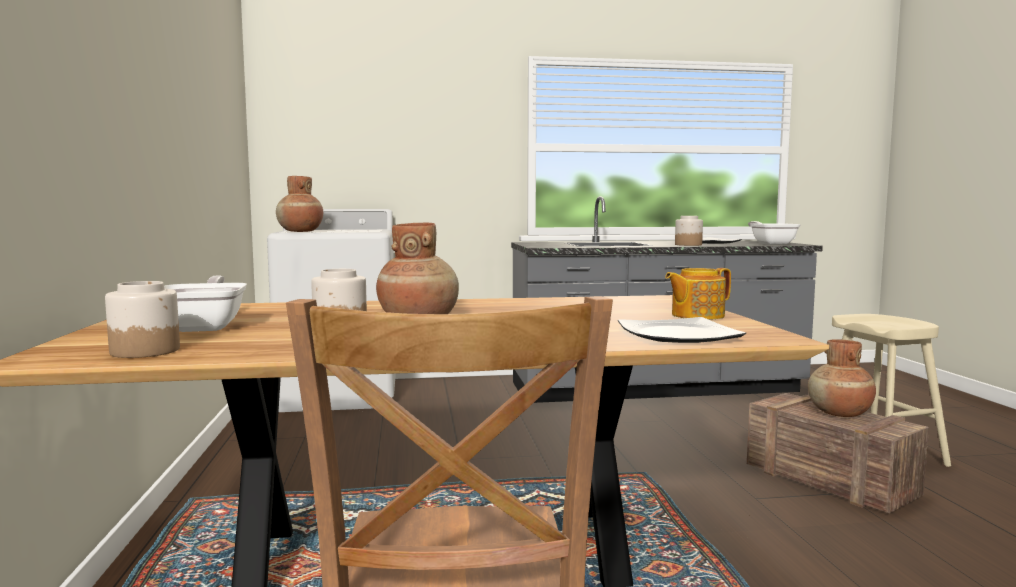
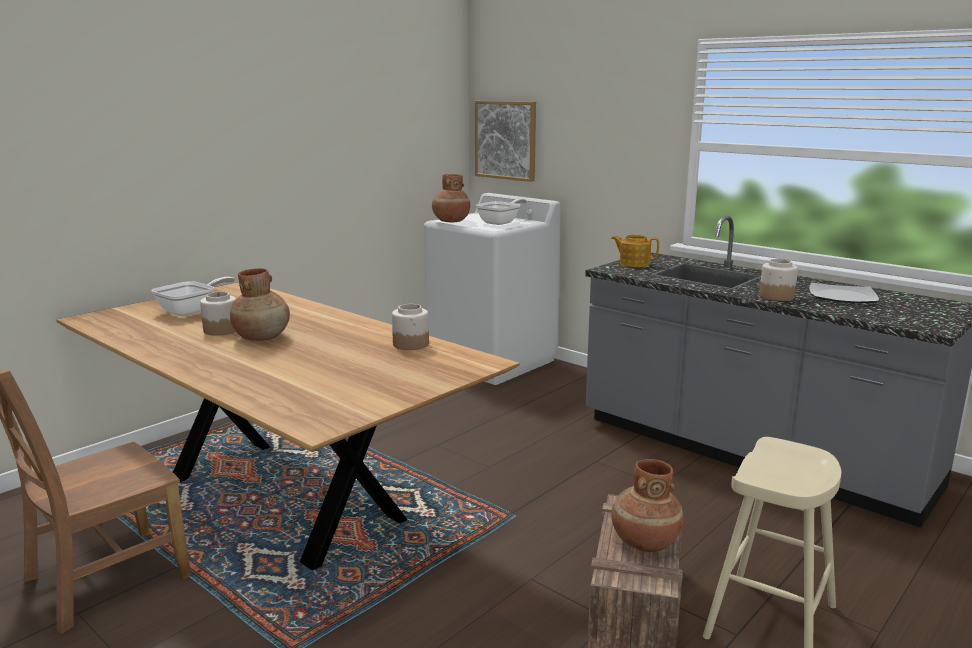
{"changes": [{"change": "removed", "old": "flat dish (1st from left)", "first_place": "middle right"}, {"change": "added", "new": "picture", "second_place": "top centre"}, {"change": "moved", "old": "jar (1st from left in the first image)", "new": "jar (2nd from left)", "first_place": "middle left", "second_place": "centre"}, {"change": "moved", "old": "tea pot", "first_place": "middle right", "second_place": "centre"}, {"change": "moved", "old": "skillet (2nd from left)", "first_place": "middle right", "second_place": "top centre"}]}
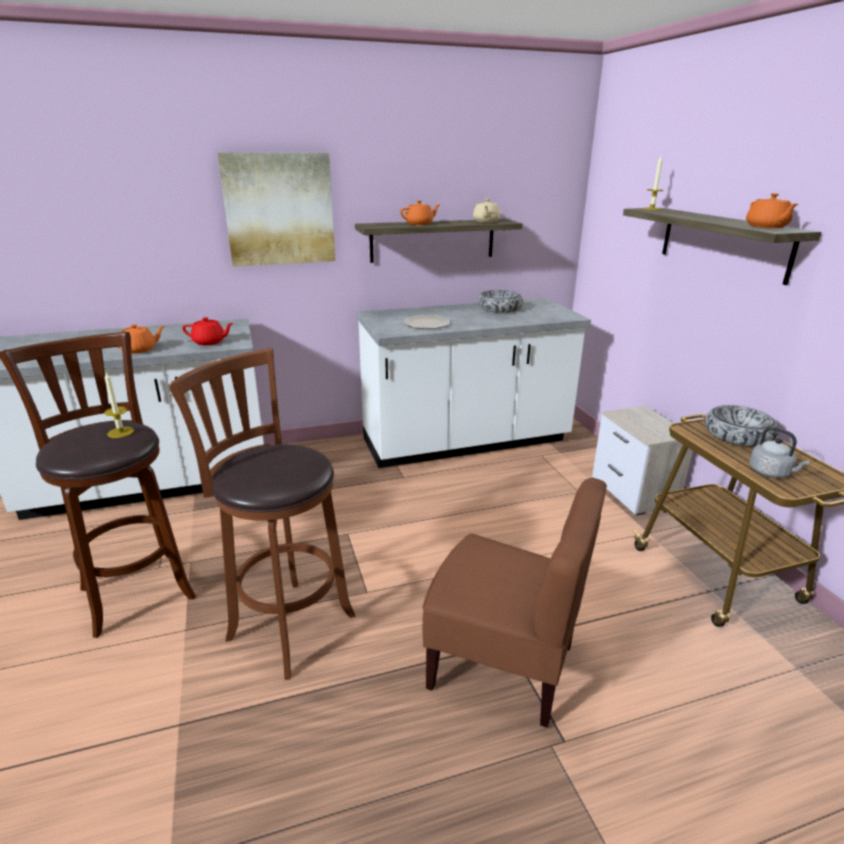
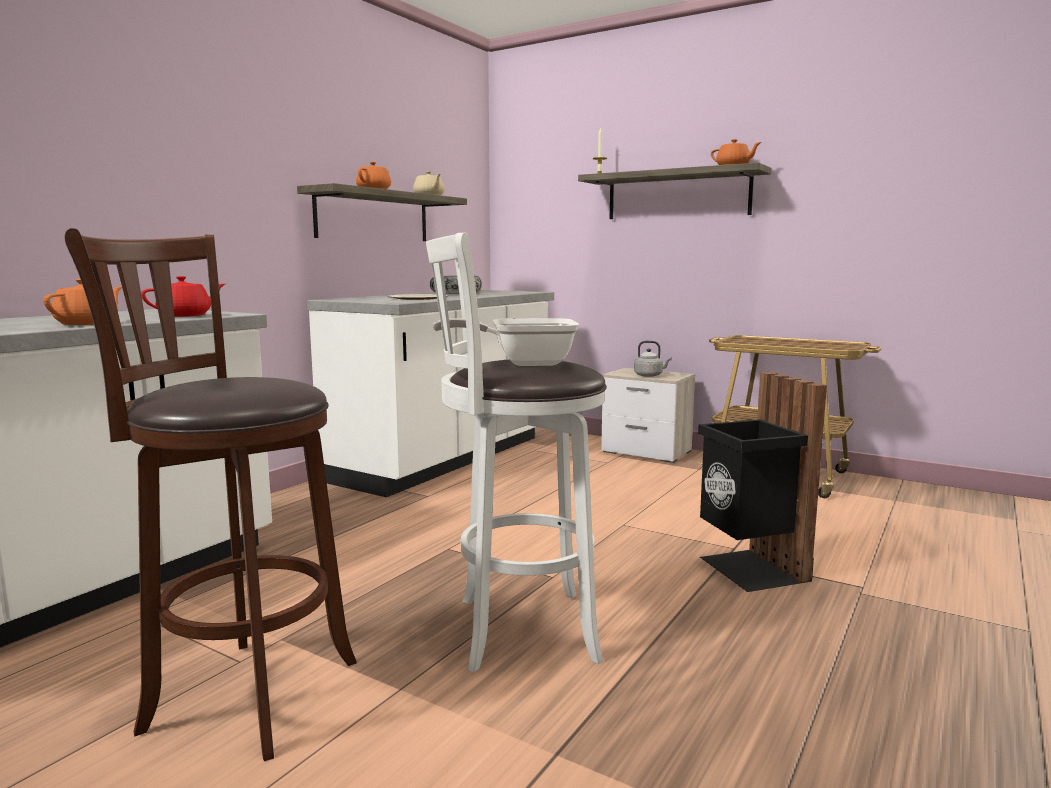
{"changes": [{"change": "removed", "old": "wax light (1st from left)", "first_place": "middle left"}, {"change": "removed", "old": "picture", "first_place": "top left"}, {"change": "removed", "old": "bowl (2nd from left)", "first_place": "middle right"}, {"change": "added", "new": "skillet", "second_place": "centre"}, {"change": "moved", "old": "tea kettle in gray", "first_place": "middle right", "second_place": "centre"}, {"change": "replaced", "old": "plain chair in brown", "new": "waste bin in blackish", "first_place": "bottom centre", "second_place": "middle right"}, {"change": "recoloured", "old": "sitting stool in brown (2nd from left)", "new": "sitting stool in whitish", "first_place": "middle left", "second_place": "centre"}]}
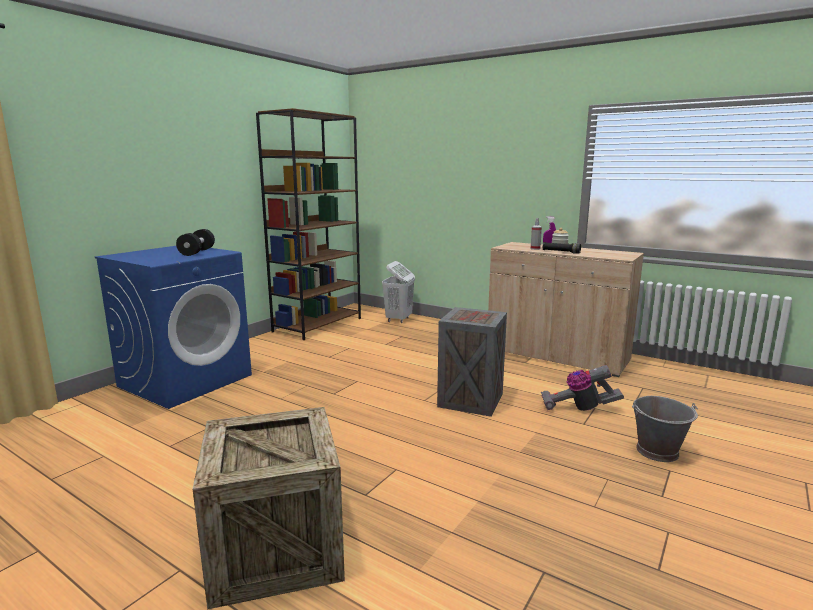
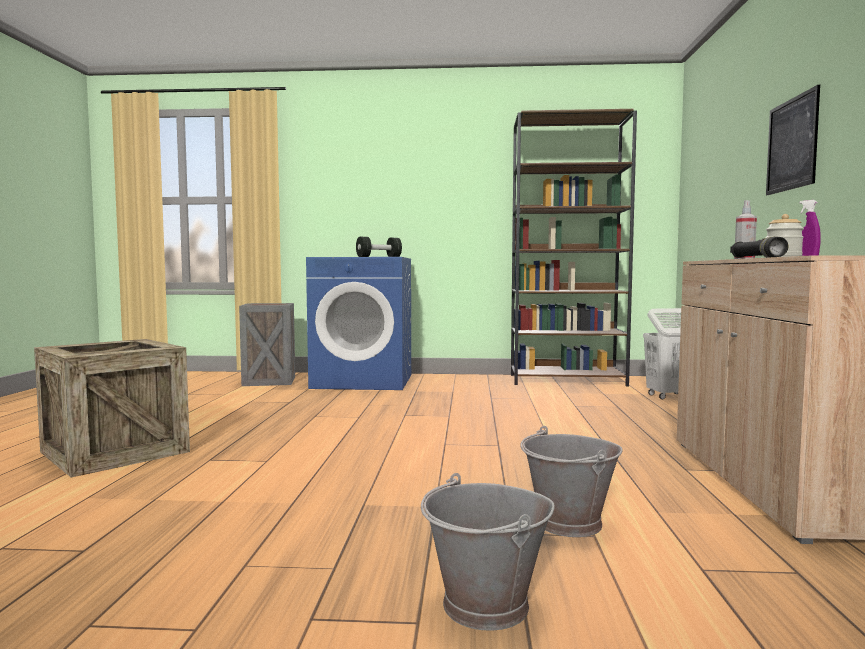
{"changes": [{"change": "added", "new": "picture", "second_place": "top right"}, {"change": "moved", "old": "shipping crate (2nd from left)", "first_place": "centre", "second_place": "middle left"}, {"change": "replaced", "old": "vacuum cleaner", "new": "pail in gray (2nd from left)", "first_place": "middle right", "second_place": "bottom centre"}]}
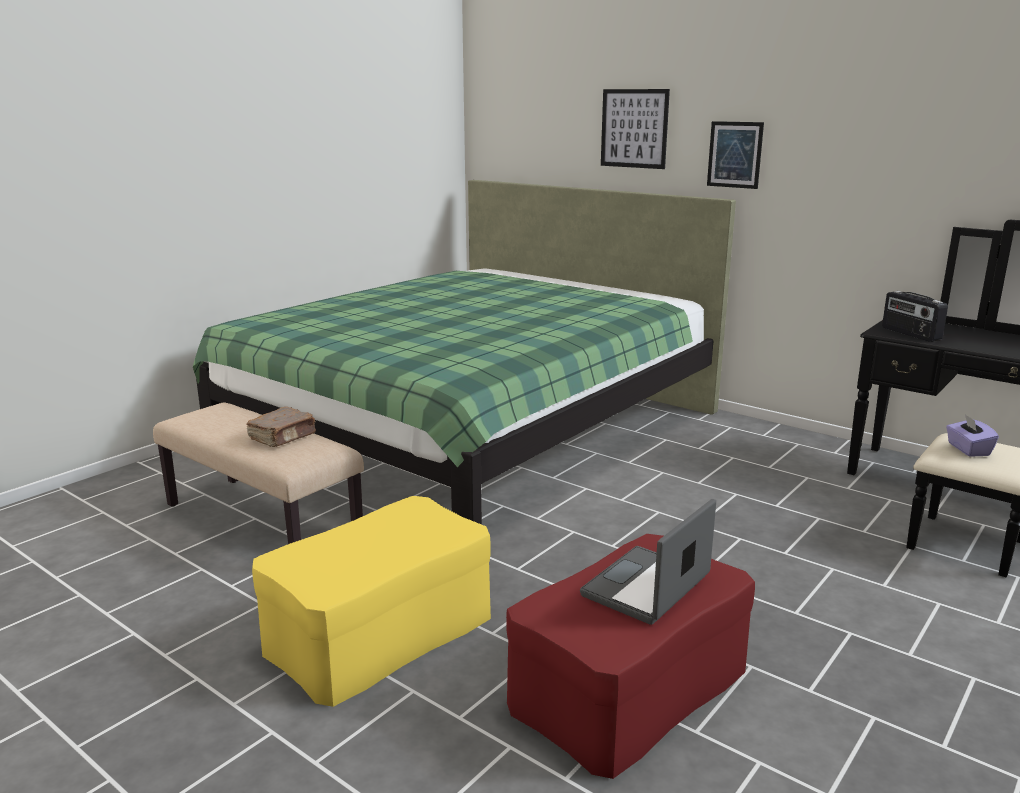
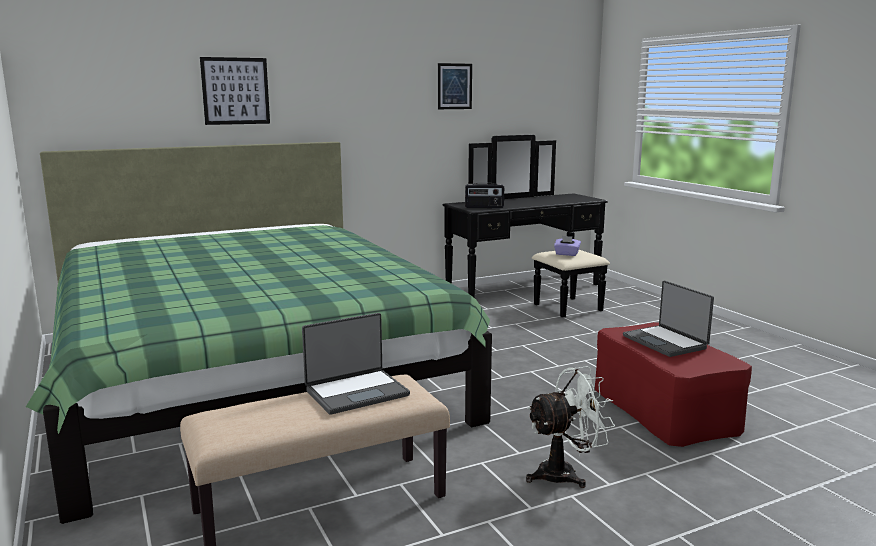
{"changes": [{"change": "moved", "old": "picture (2nd from left)", "first_place": "top right", "second_place": "top centre"}, {"change": "replaced", "old": "book in brown", "new": "portable computer (1st from left)", "first_place": "middle left", "second_place": "bottom centre"}, {"change": "replaced", "old": "pouffe in yellow", "new": "electric fan in whitish", "first_place": "bottom centre", "second_place": "bottom centre"}]}
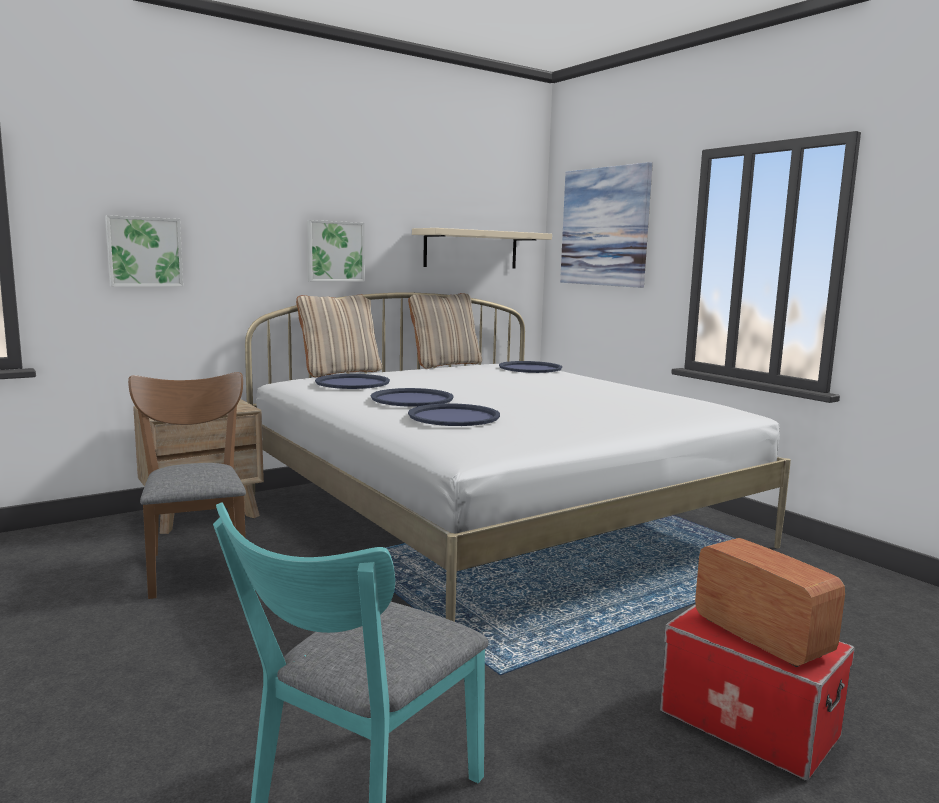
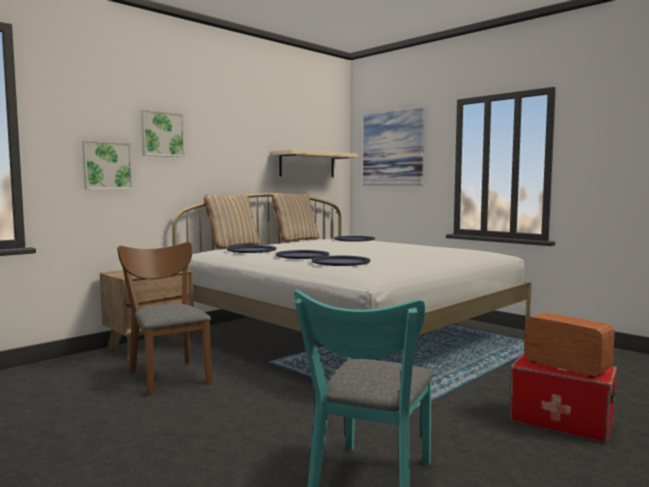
{"changes": [{"change": "moved", "old": "picture (2nd from left)", "first_place": "top centre", "second_place": "top left"}]}
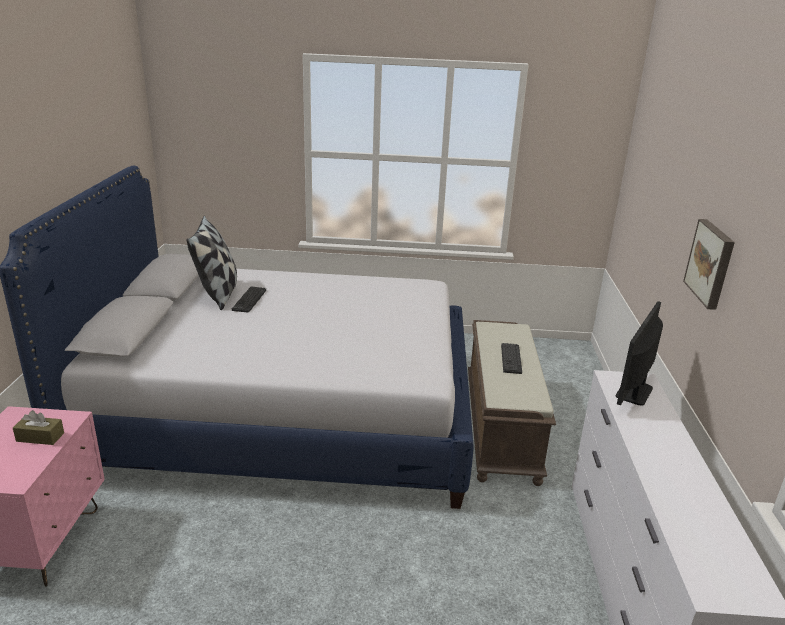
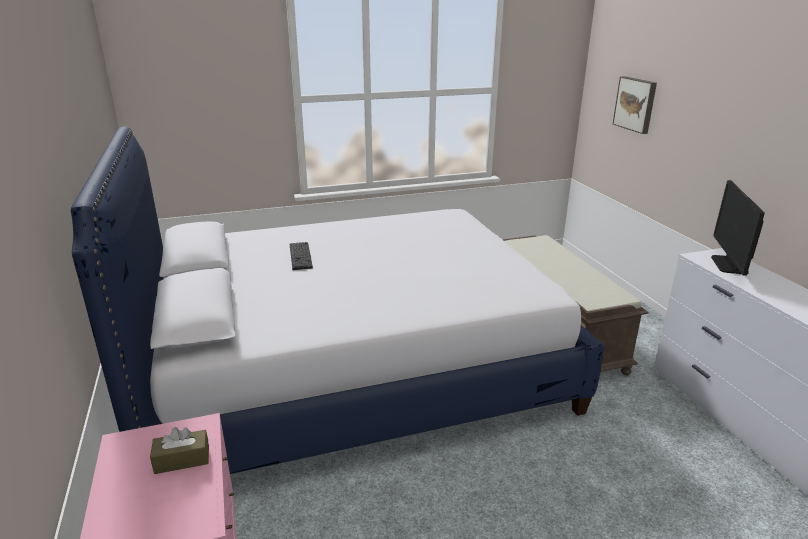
{"changes": [{"change": "removed", "old": "pillow", "first_place": "middle left"}, {"change": "removed", "old": "computer keyboard (2nd from left)", "first_place": "centre"}, {"change": "moved", "old": "picture", "first_place": "middle right", "second_place": "top right"}]}
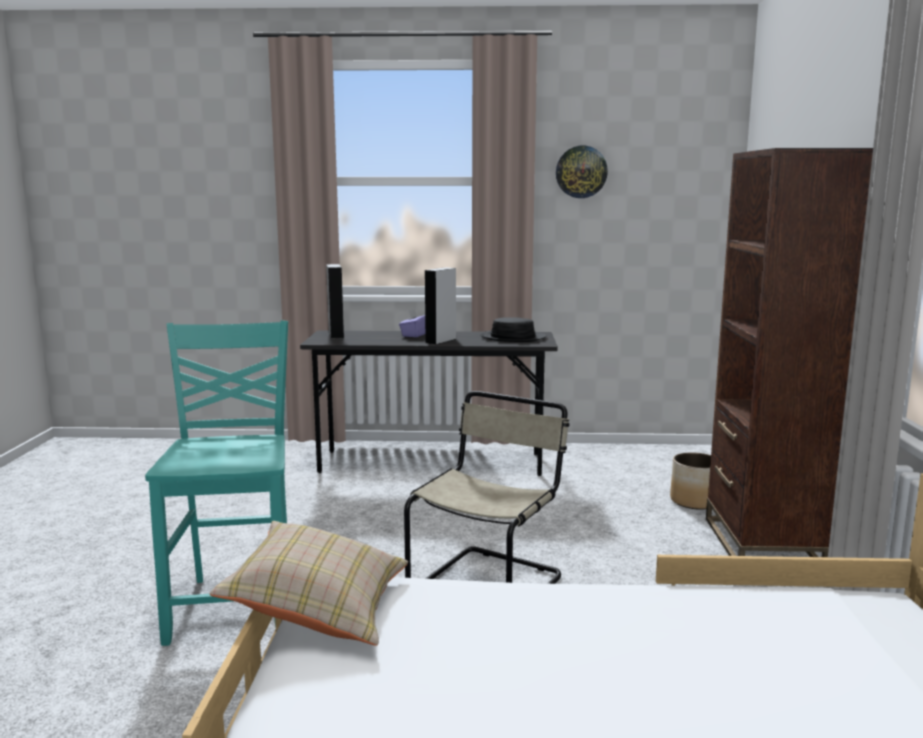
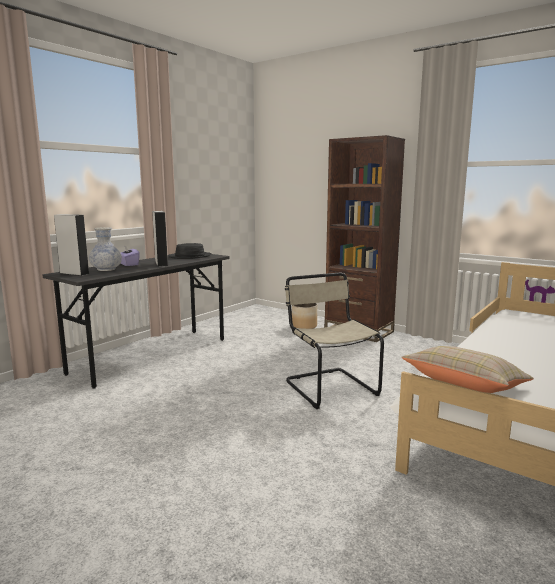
{"changes": [{"change": "removed", "old": "plain chair in blue-green", "first_place": "middle left"}, {"change": "removed", "old": "wall clock", "first_place": "top centre"}, {"change": "added", "new": "flower vase", "second_place": "middle left"}]}
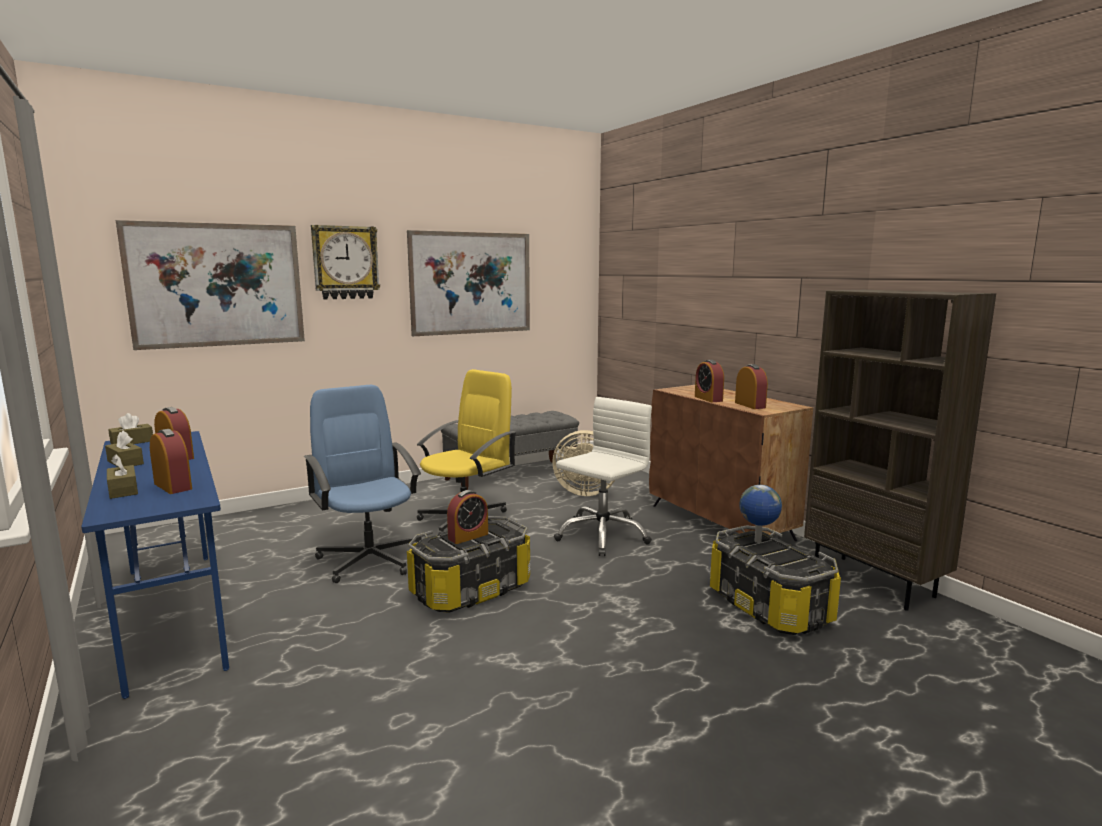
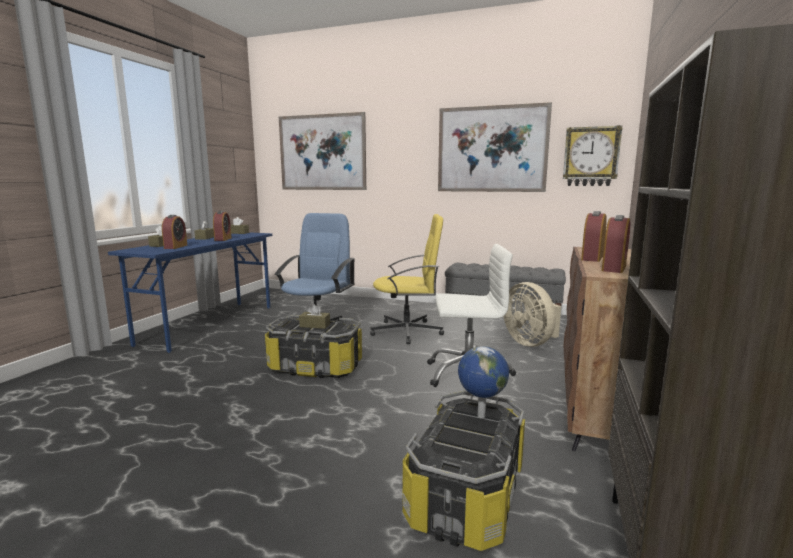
{"changes": [{"change": "moved", "old": "wall clock", "first_place": "top left", "second_place": "top right"}, {"change": "replaced", "old": "alarm clock (3rd from left)", "new": "box of tissues in brown (4th from left)", "first_place": "centre", "second_place": "centre"}]}
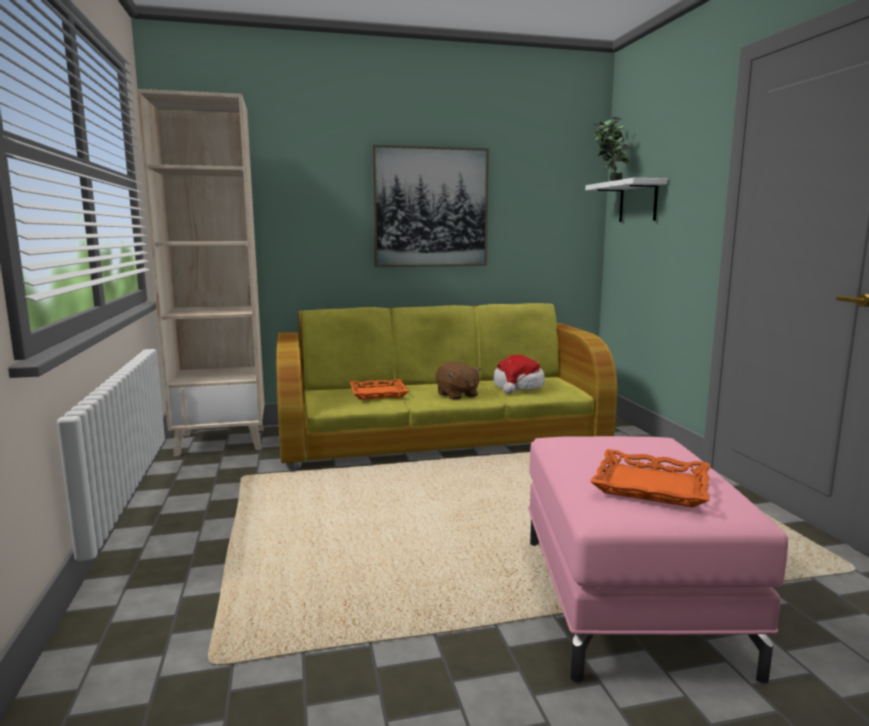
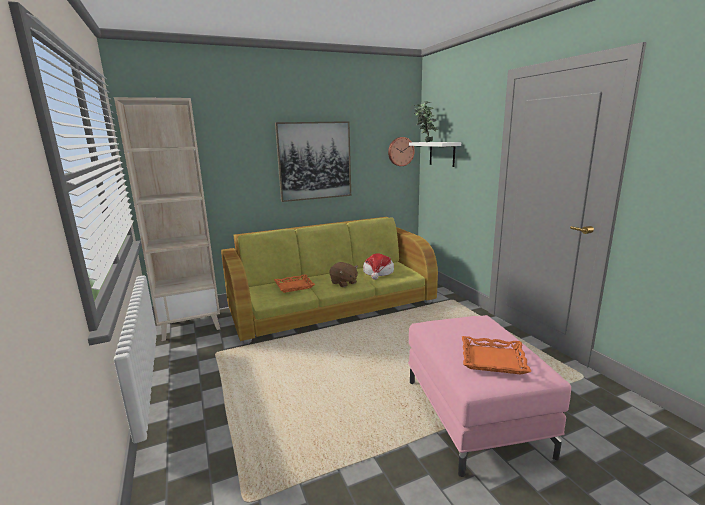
{"changes": [{"change": "added", "new": "wall clock", "second_place": "top centre"}]}
